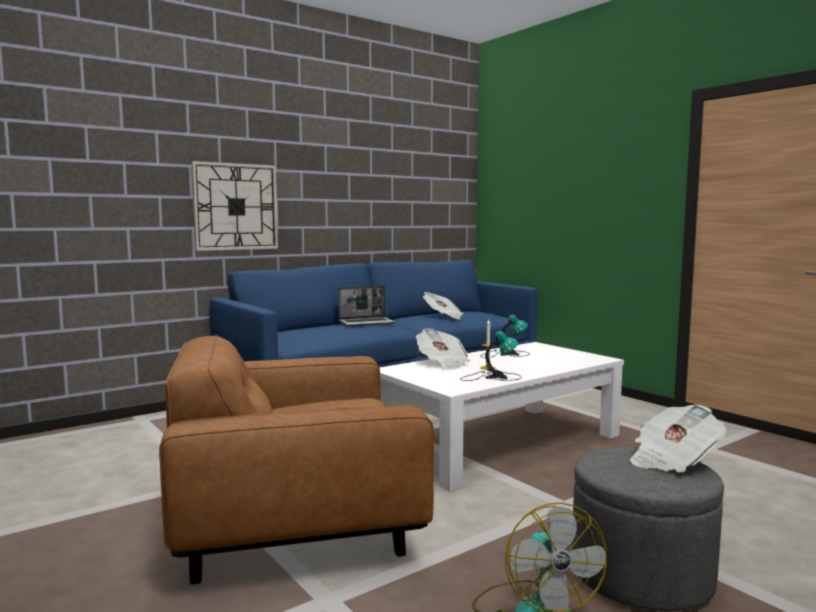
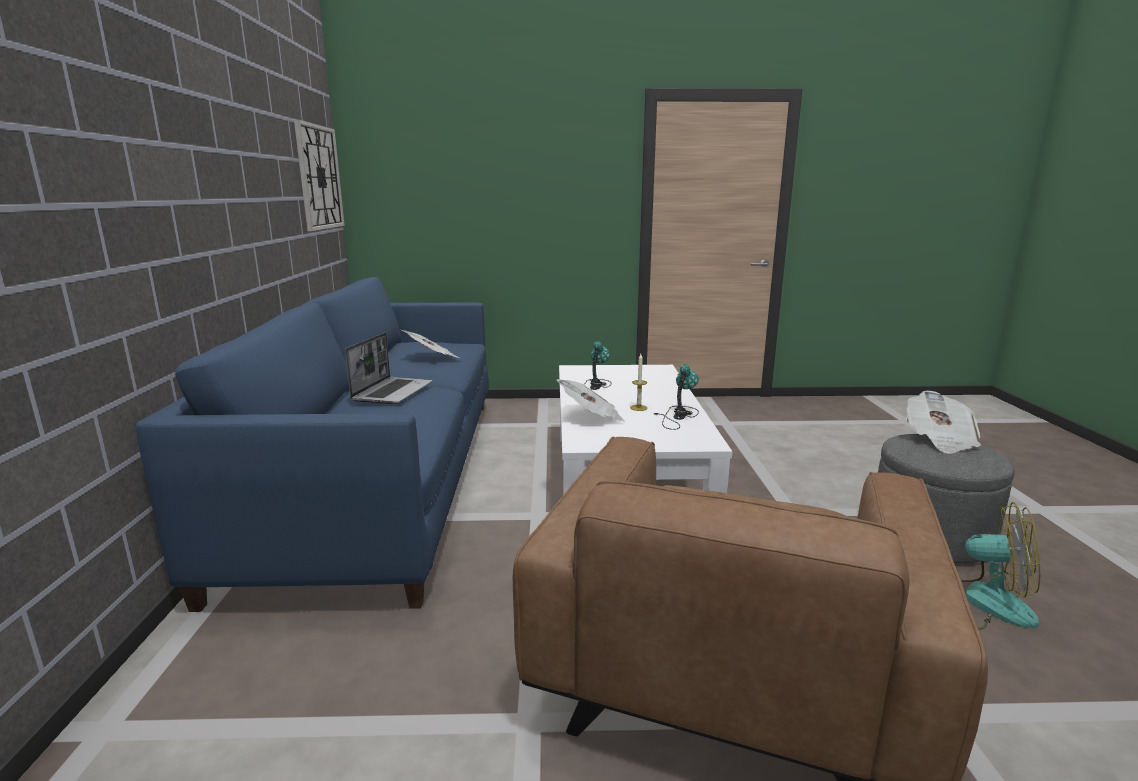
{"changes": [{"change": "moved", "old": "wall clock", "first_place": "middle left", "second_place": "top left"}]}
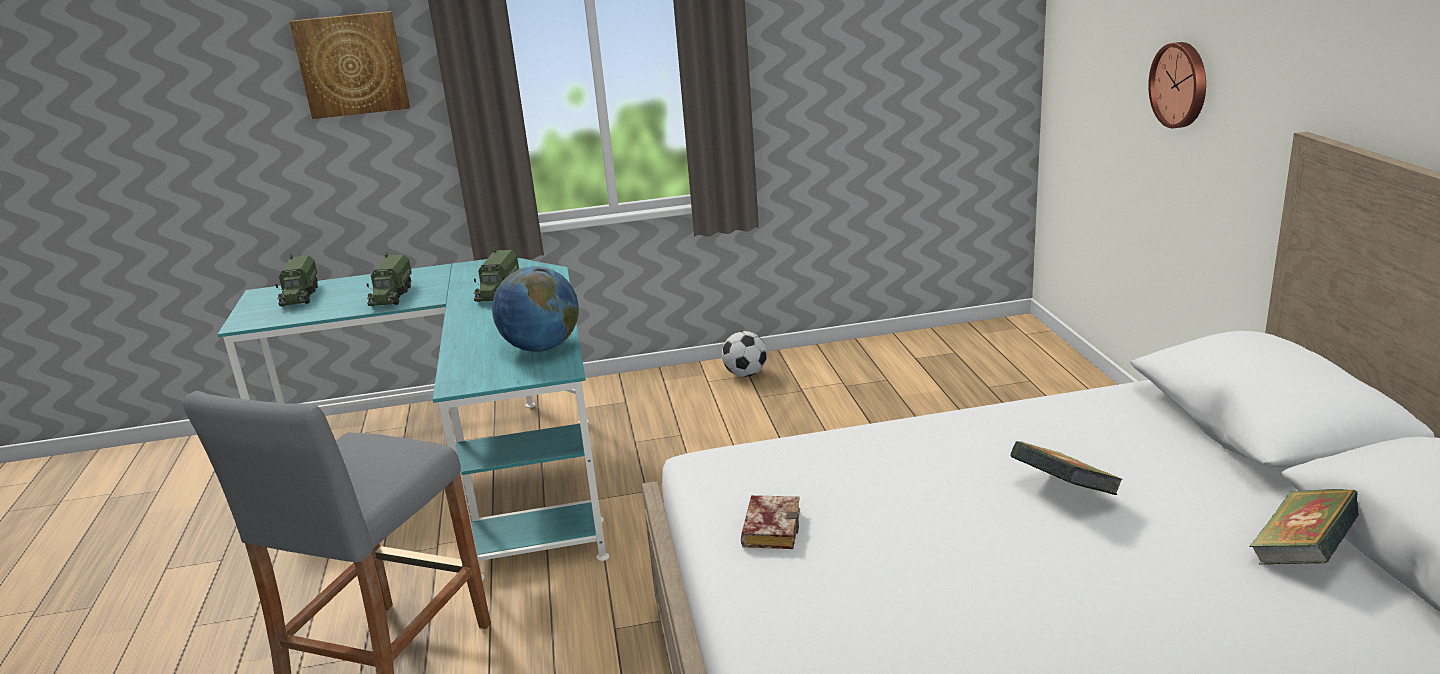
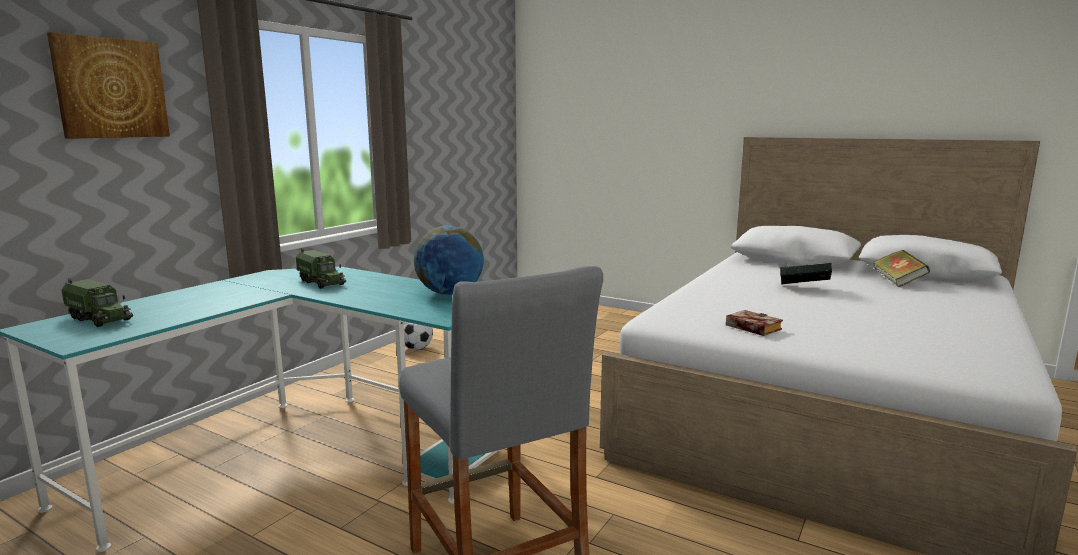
{"changes": [{"change": "removed", "old": "toy lorry (2nd from left)", "first_place": "middle left"}, {"change": "removed", "old": "wall clock", "first_place": "top right"}]}
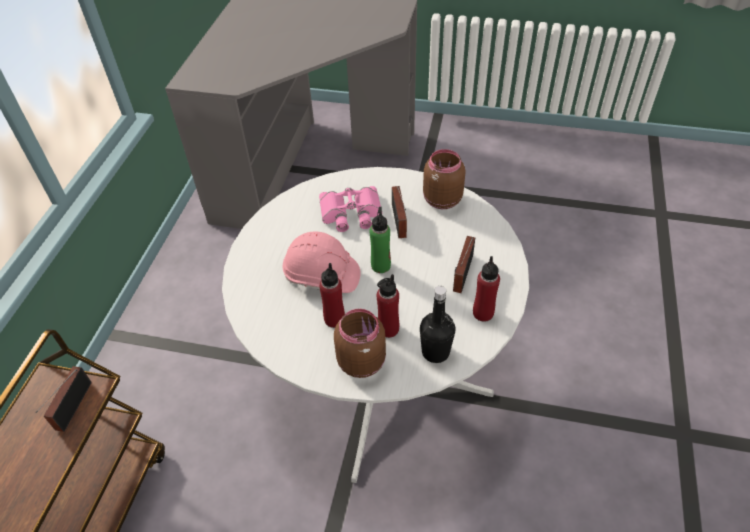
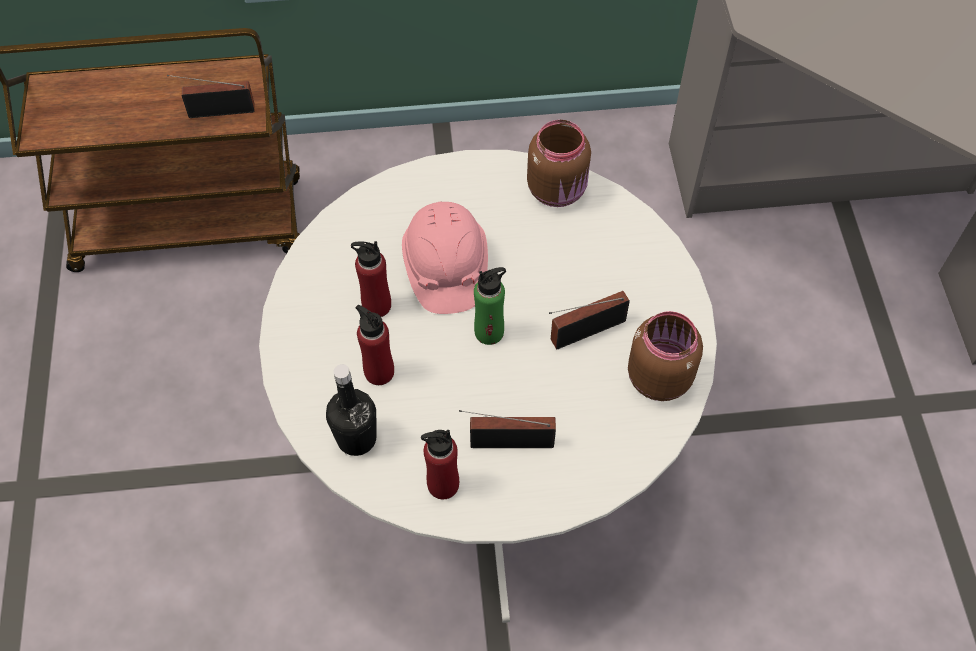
{"changes": [{"change": "removed", "old": "binoculars in pinkish", "first_place": "centre"}, {"change": "moved", "old": "jar in brown (1st from left)", "first_place": "centre", "second_place": "top centre"}]}
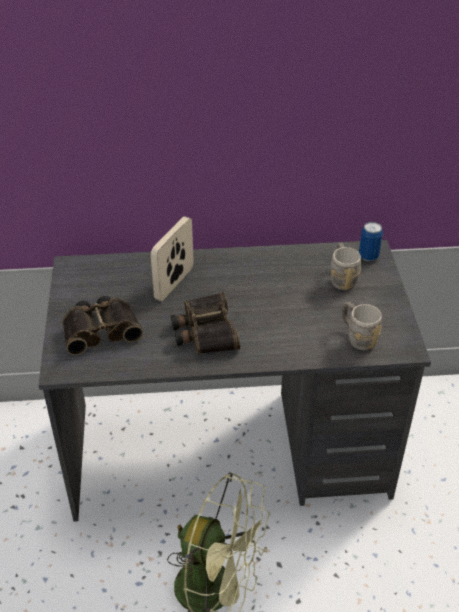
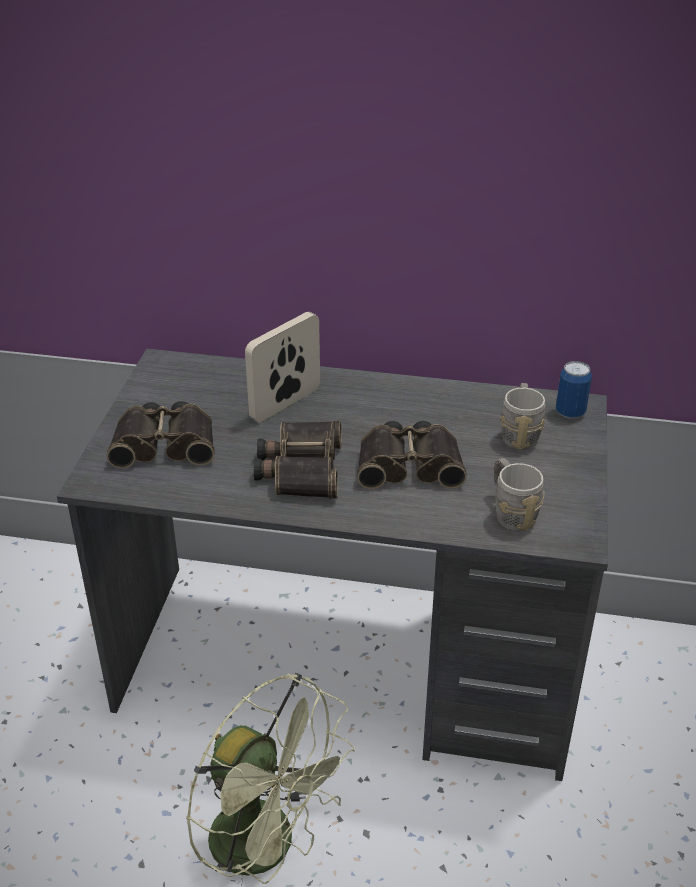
{"changes": [{"change": "added", "new": "binoculars (3rd from left)", "second_place": "centre"}]}
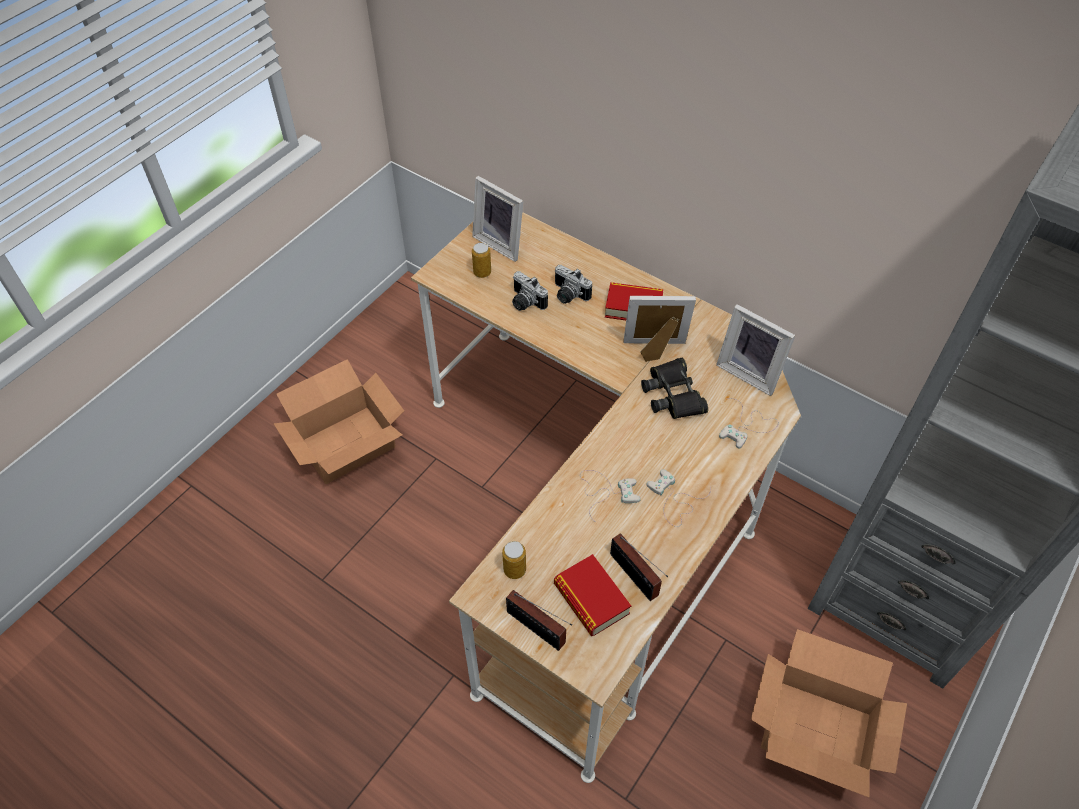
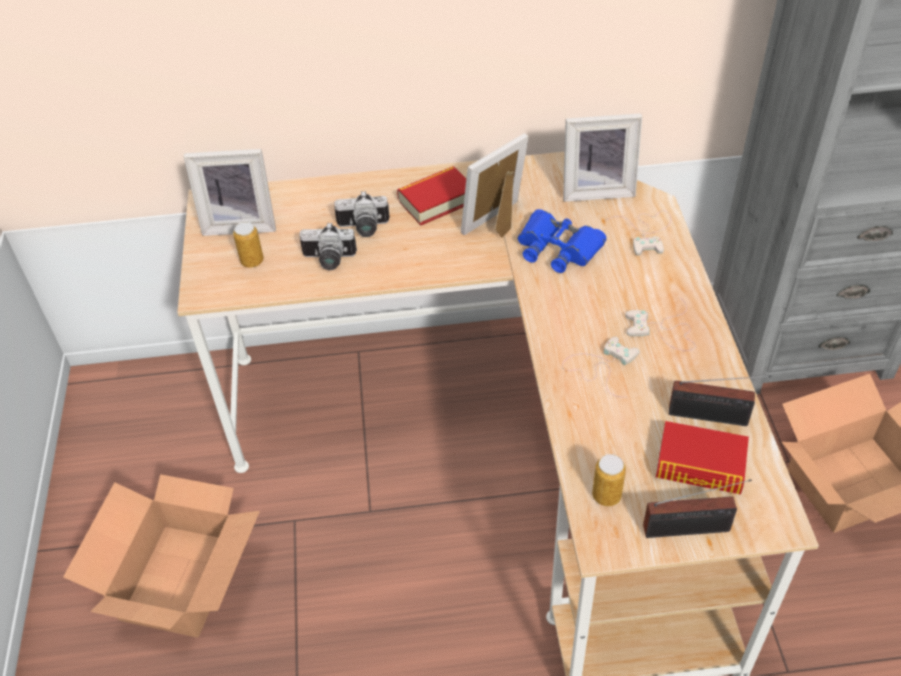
{"changes": [{"change": "recoloured", "old": "binoculars in blackish", "new": "binoculars in bluish", "first_place": "centre", "second_place": "centre"}]}
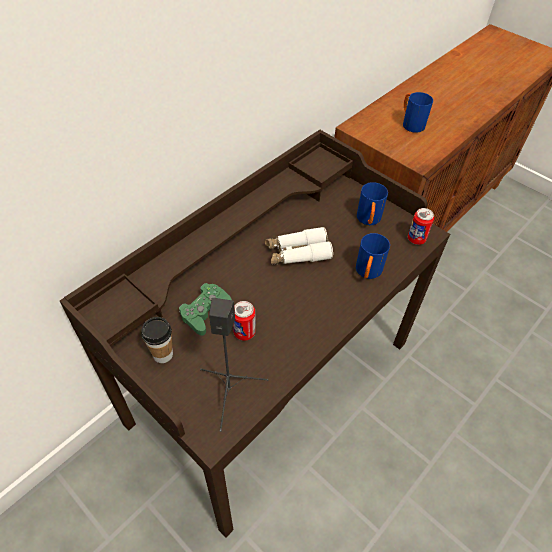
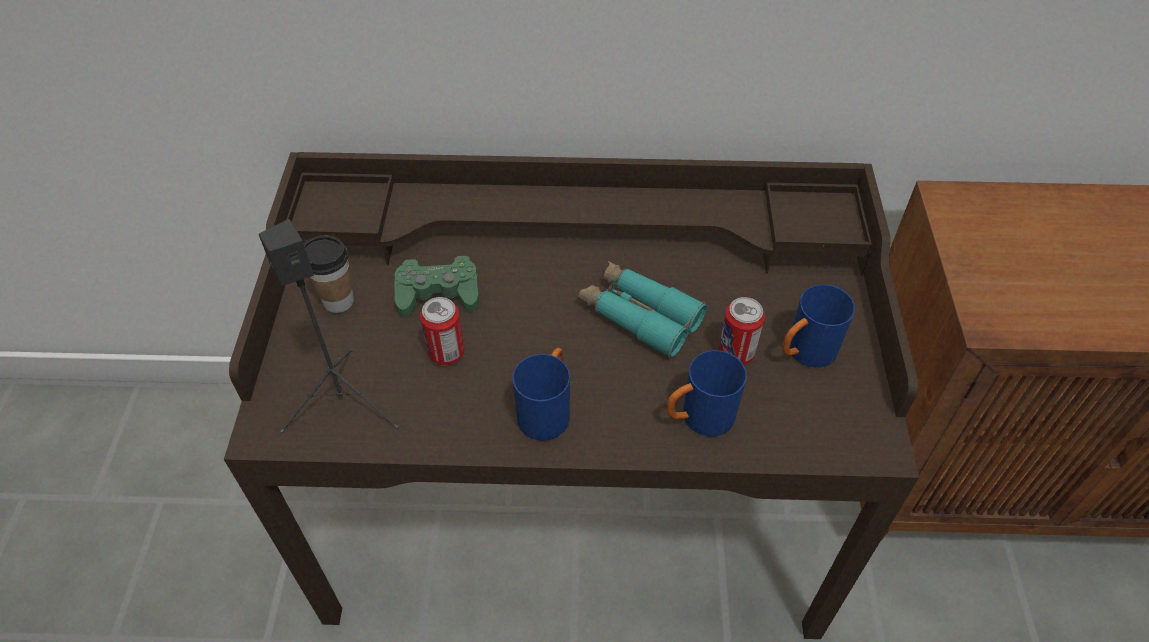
{"changes": [{"change": "moved", "old": "coffee mug in bluish (3rd from left in the first image)", "new": "coffee mug in bluish (1st from left)", "first_place": "top right", "second_place": "centre"}, {"change": "moved", "old": "metal can (2nd from left)", "first_place": "middle right", "second_place": "centre"}, {"change": "recoloured", "old": "binoculars in whitish", "new": "binoculars in blue-green", "first_place": "centre", "second_place": "centre"}]}
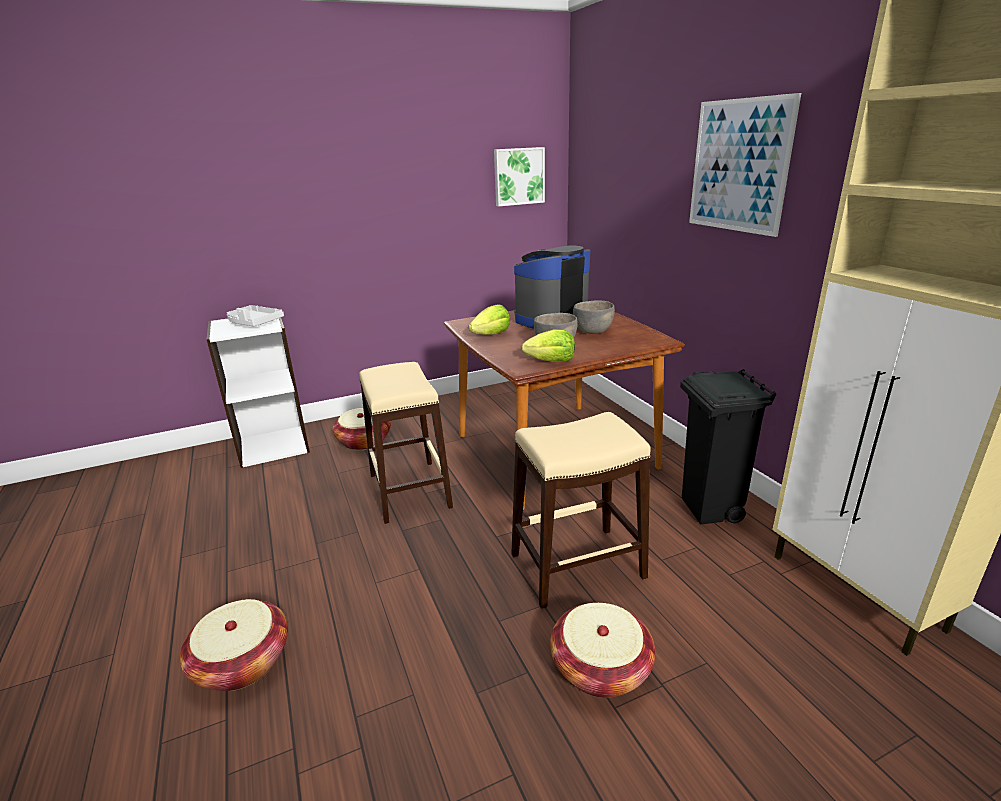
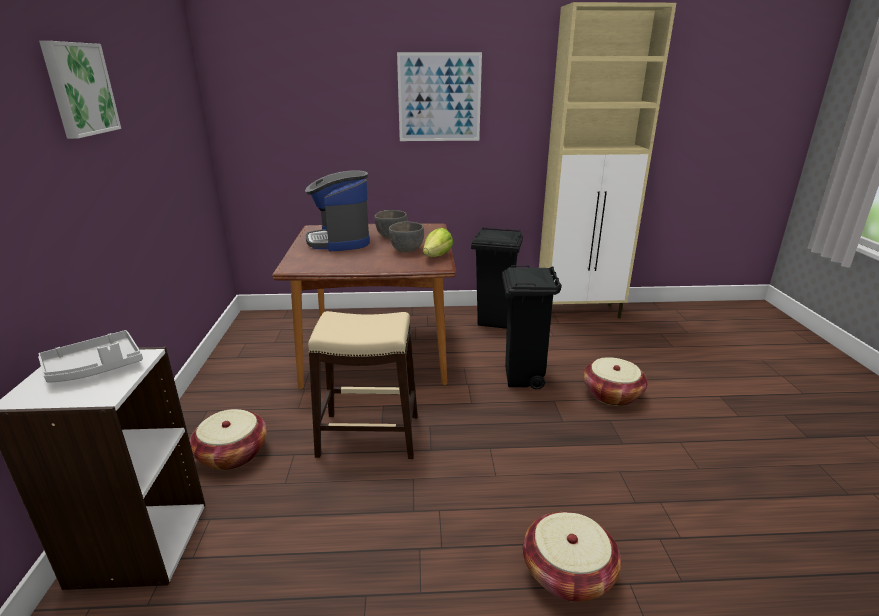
{"changes": [{"change": "removed", "old": "lettuce (1st from left)", "first_place": "centre"}, {"change": "moved", "old": "picture (1st from left)", "first_place": "top centre", "second_place": "top left"}, {"change": "replaced", "old": "sitting stool in beige-coloured (2nd from left)", "new": "waste bin in blackish (2nd from left)", "first_place": "centre", "second_place": "centre"}]}
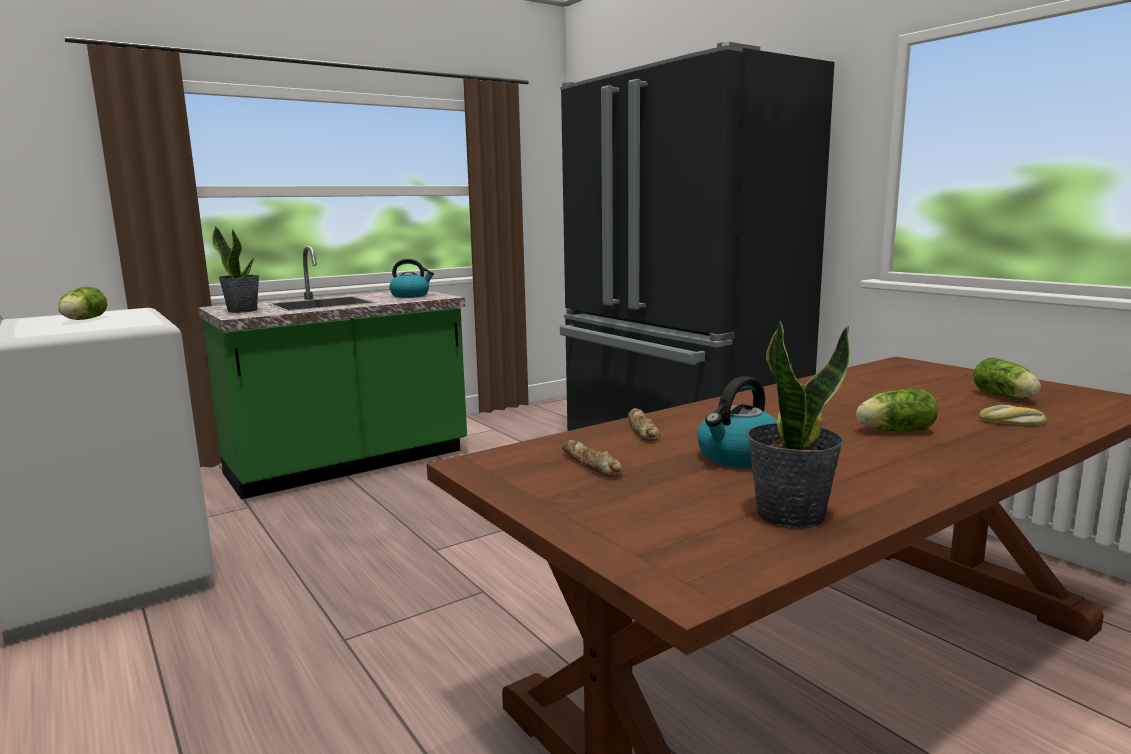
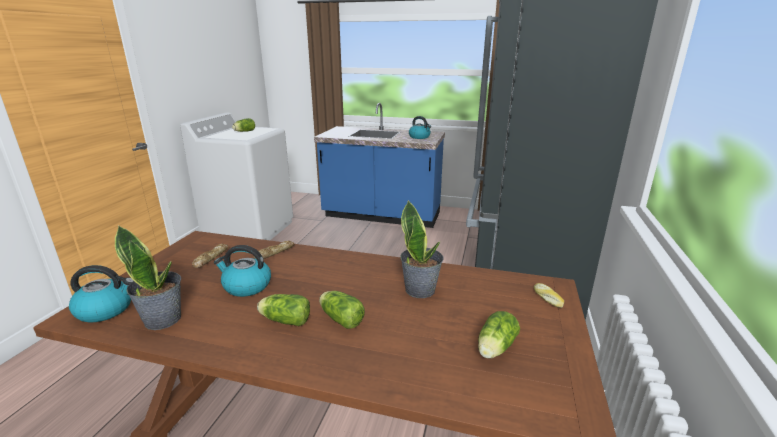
{"changes": [{"change": "added", "new": "tea kettle (1st from left)", "second_place": "bottom left"}, {"change": "added", "new": "lettuce (2nd from left)", "second_place": "bottom centre"}, {"change": "moved", "old": "houseplant (1st from left in the first image)", "new": "houseplant (2nd from left)", "first_place": "middle left", "second_place": "centre"}, {"change": "moved", "old": "bakery bread (3rd from left)", "first_place": "middle right", "second_place": "bottom right"}, {"change": "recoloured", "old": "kitchen counter in green-coloured", "new": "kitchen counter in bluish", "first_place": "middle left", "second_place": "centre"}]}
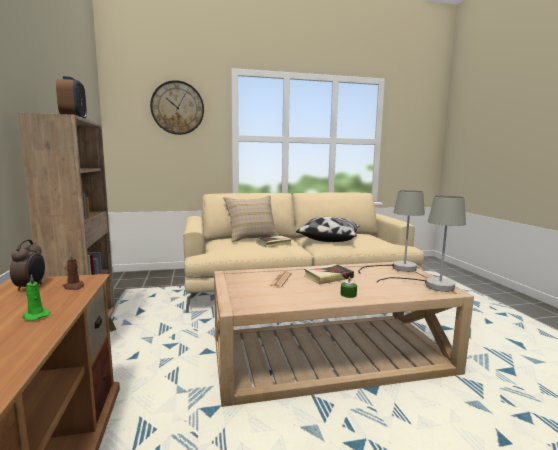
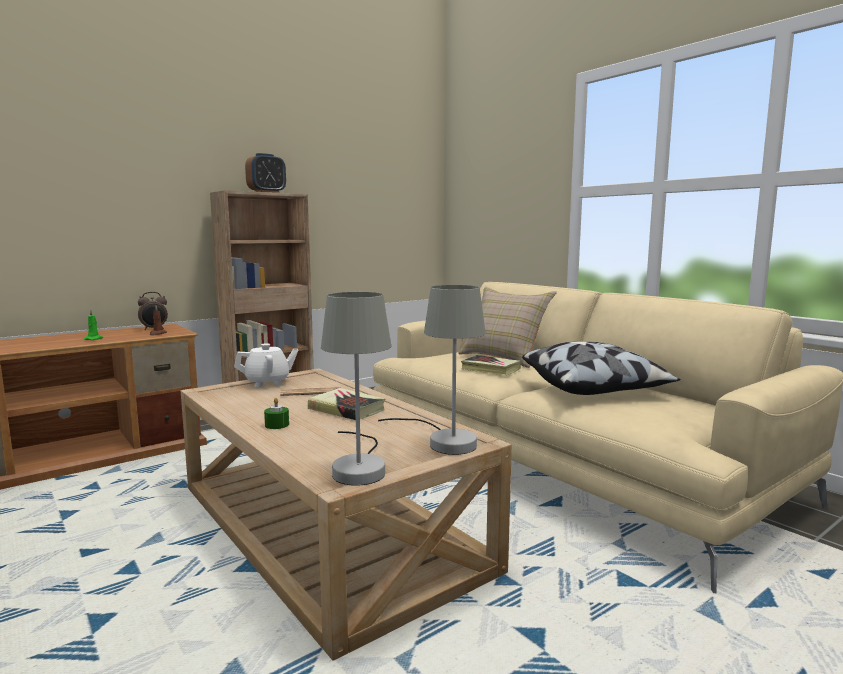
{"changes": [{"change": "removed", "old": "wall clock", "first_place": "top left"}, {"change": "added", "new": "tea pot in whitish", "second_place": "middle left"}]}
